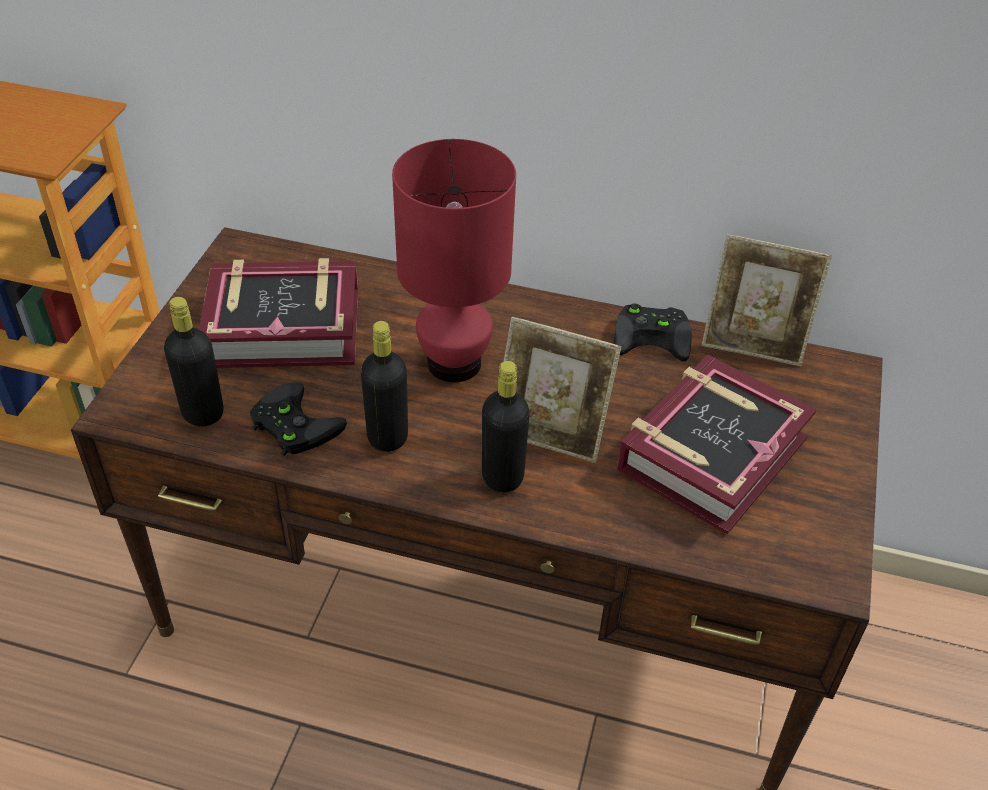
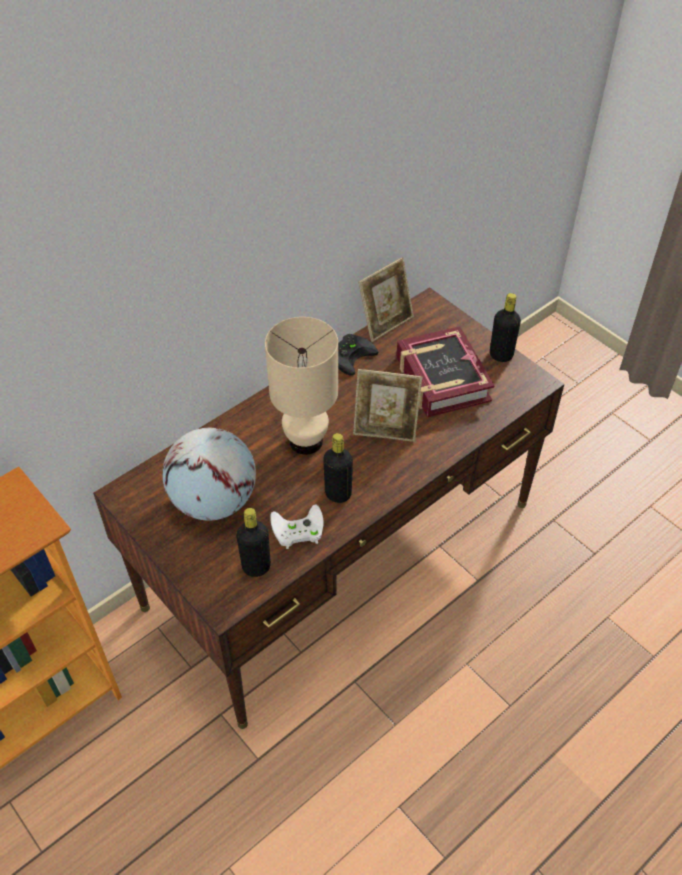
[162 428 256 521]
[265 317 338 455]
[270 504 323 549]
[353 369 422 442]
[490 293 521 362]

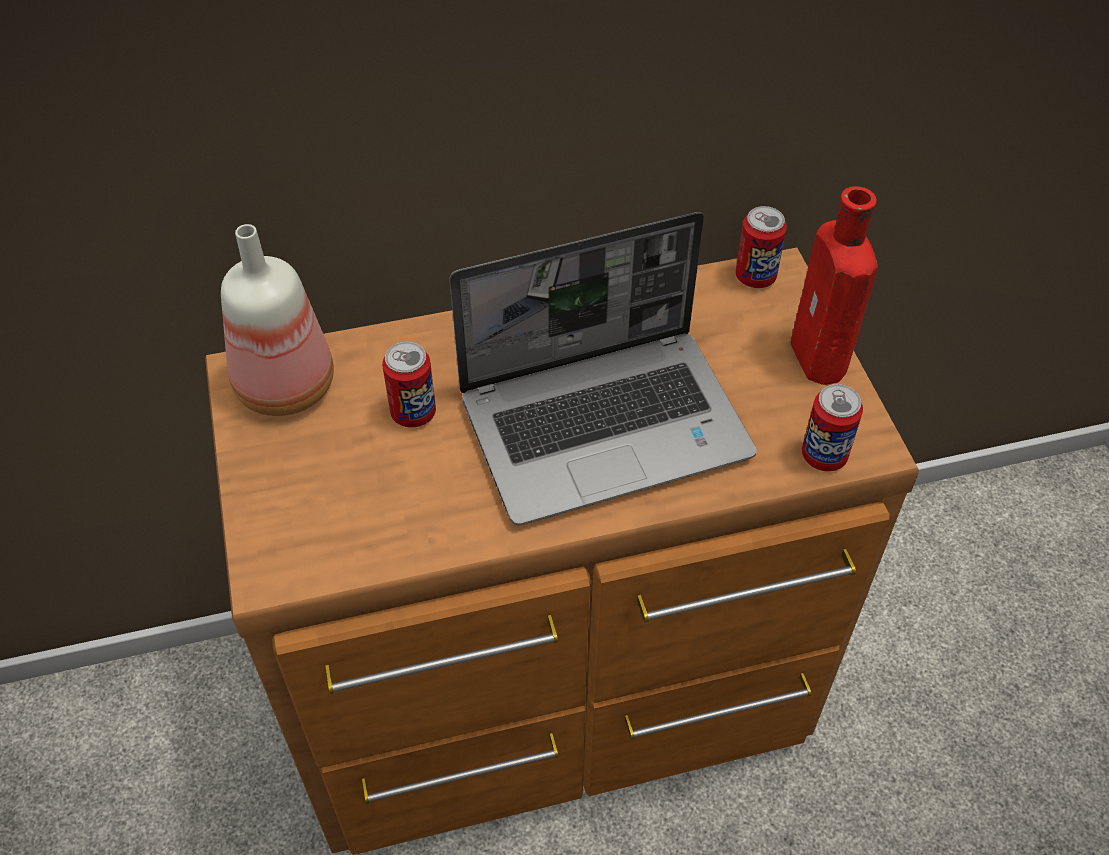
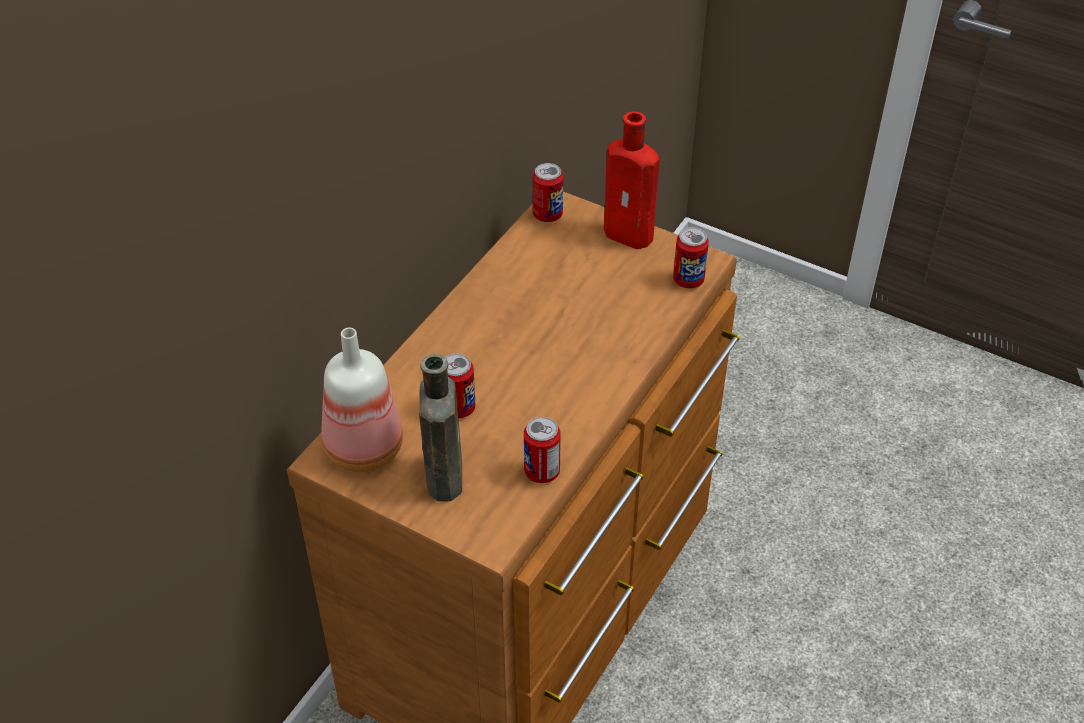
[419 354 462 501]
[524 417 561 483]
[449 212 757 525] (first image)

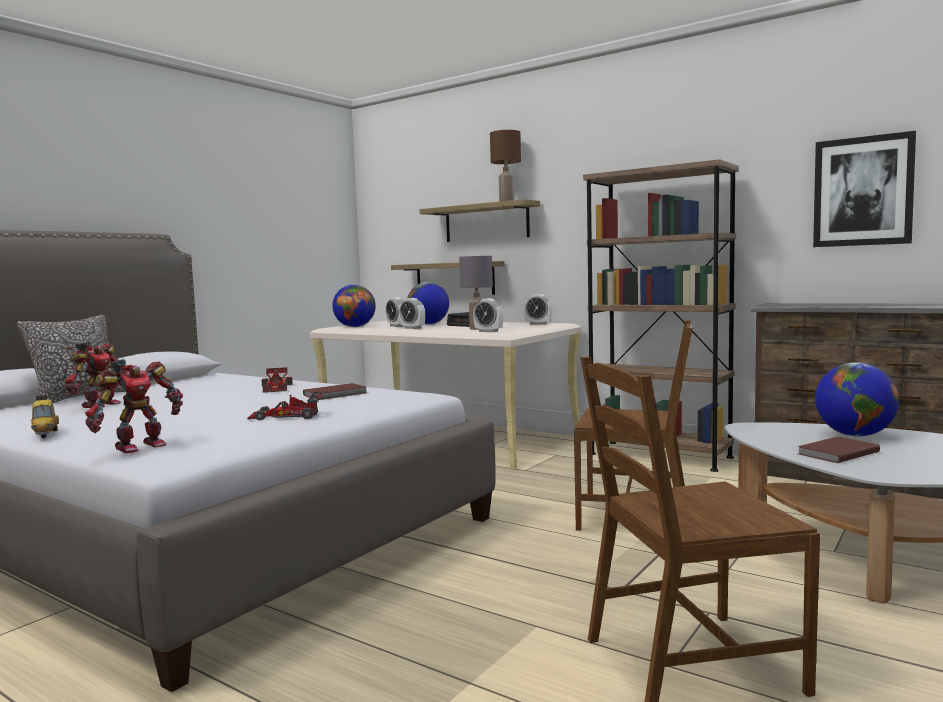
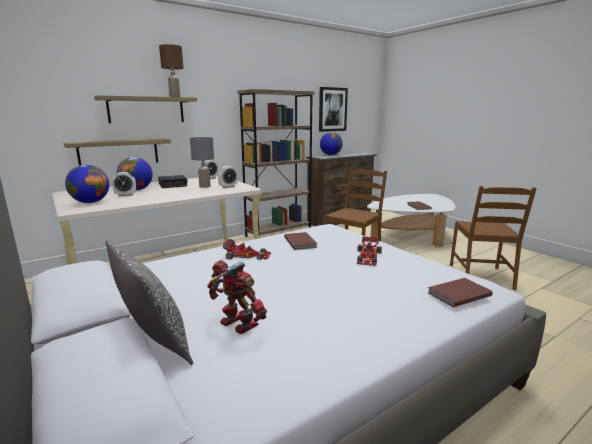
[320 132 343 155]
[427 278 493 307]
[31 395 59 438] (first image)
[399 298 425 329] (first image)

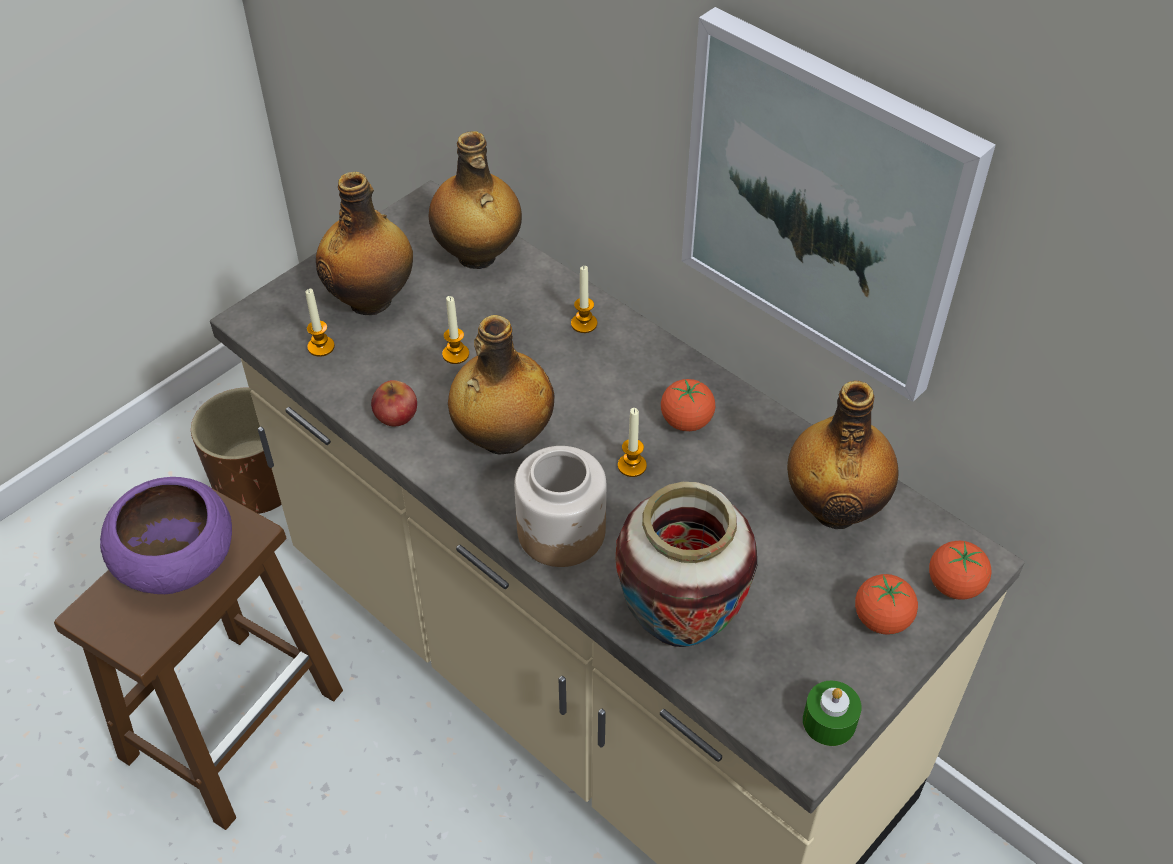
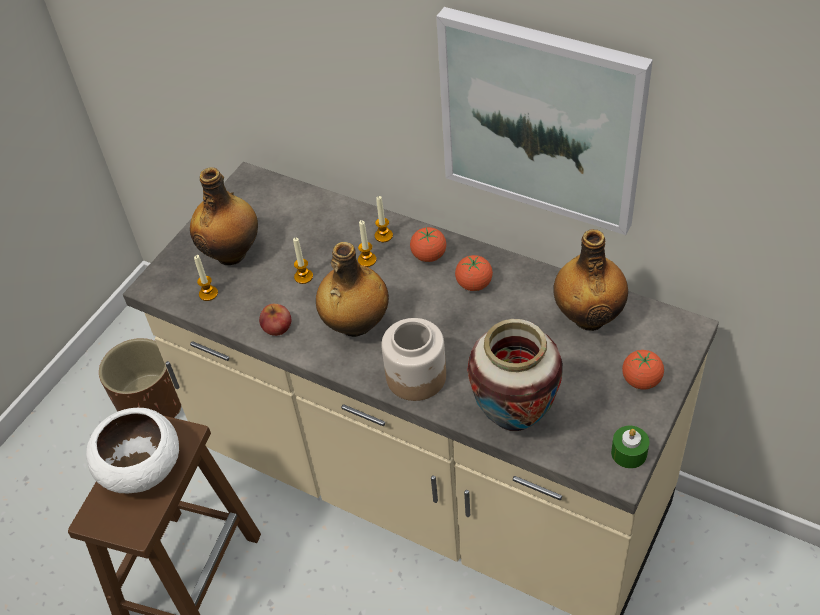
[86 408 179 494]
[358 220 376 267]
[410 227 446 262]
[429 131 522 269] (first image)

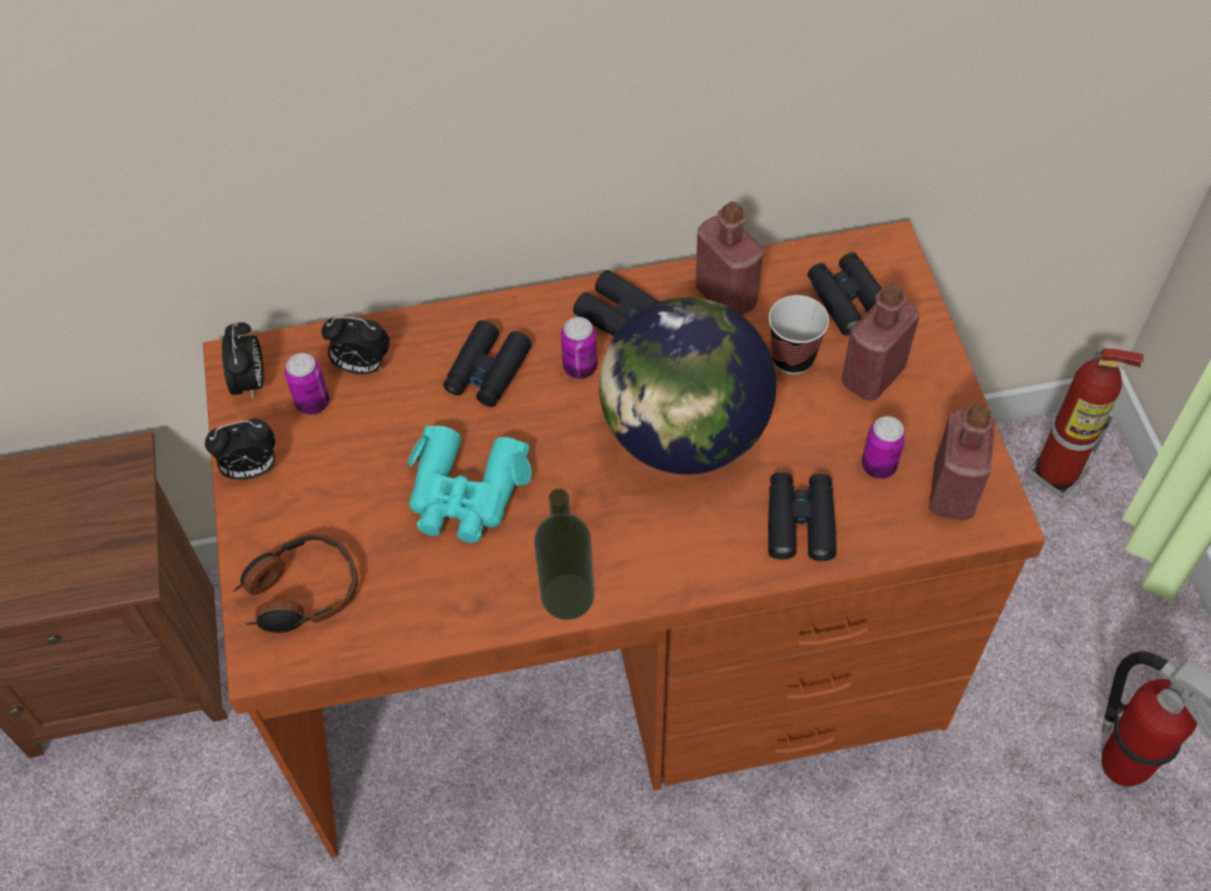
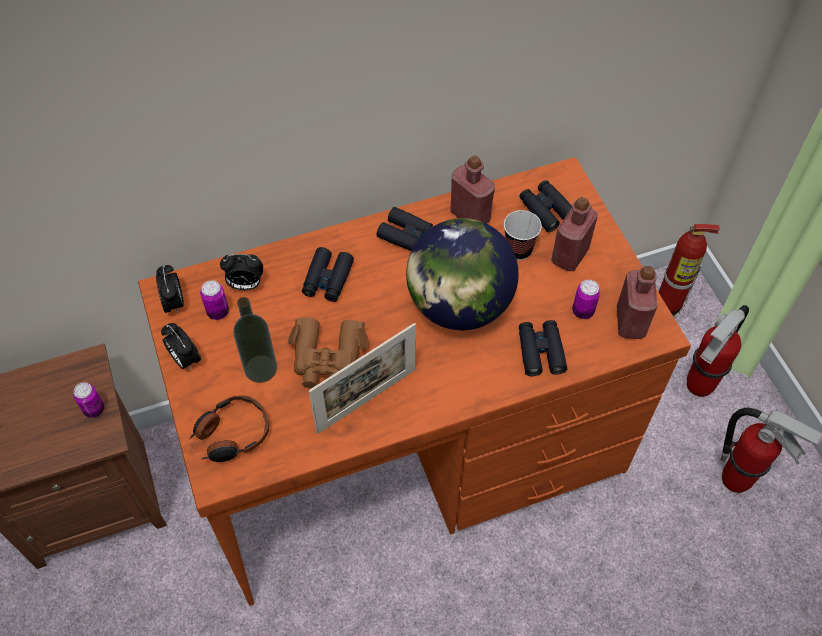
[73 382 104 418]
[161 323 201 370]
[233 297 277 383]
[288 317 369 388]
[309 323 416 434]
[687 305 749 397]

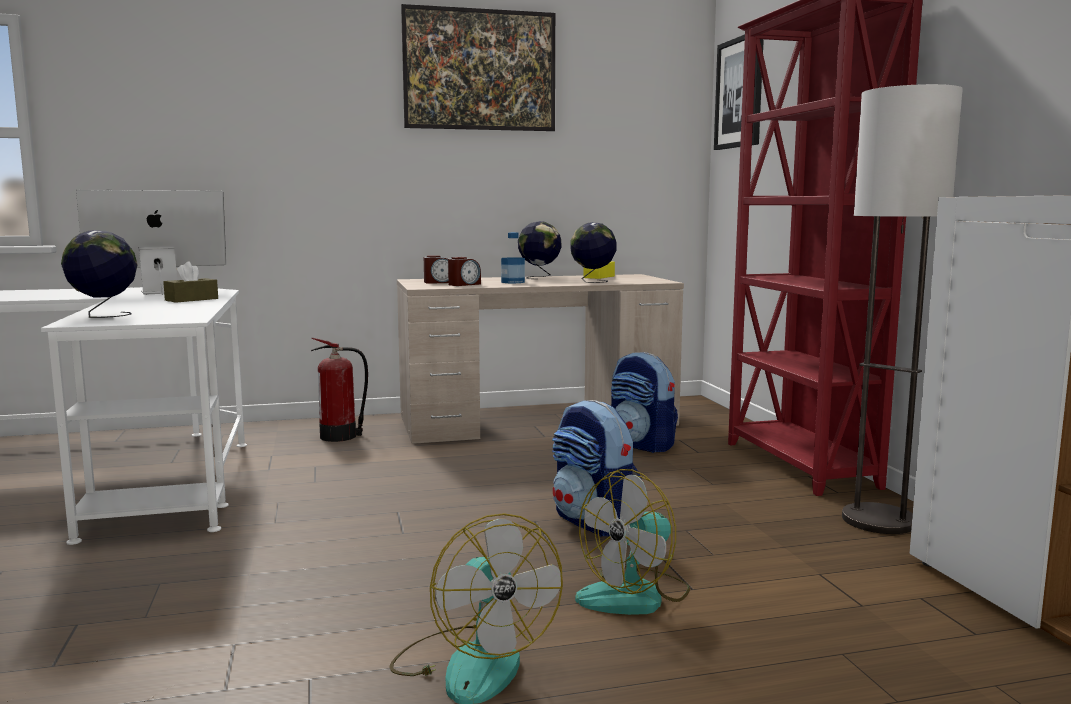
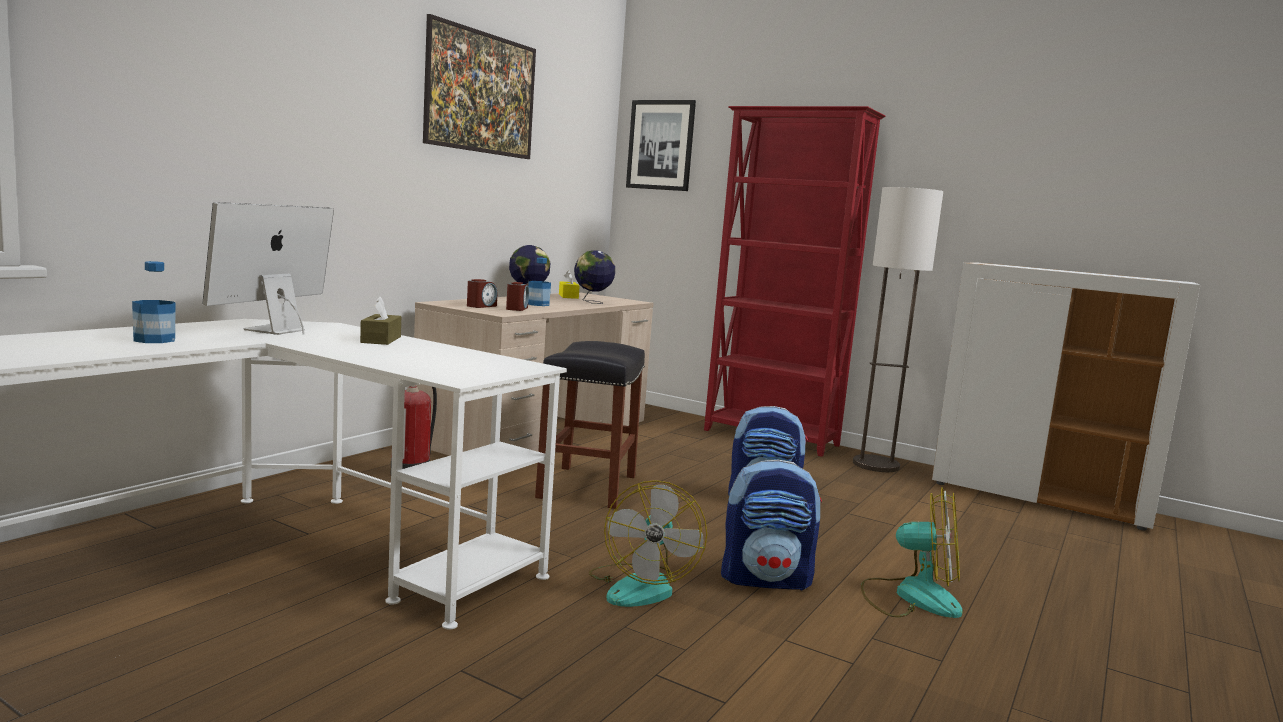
[132 261 176 343]
[535 341 645 509]
[589 480 707 607]
[721 460 822 591]
[61 230 138 318] (first image)

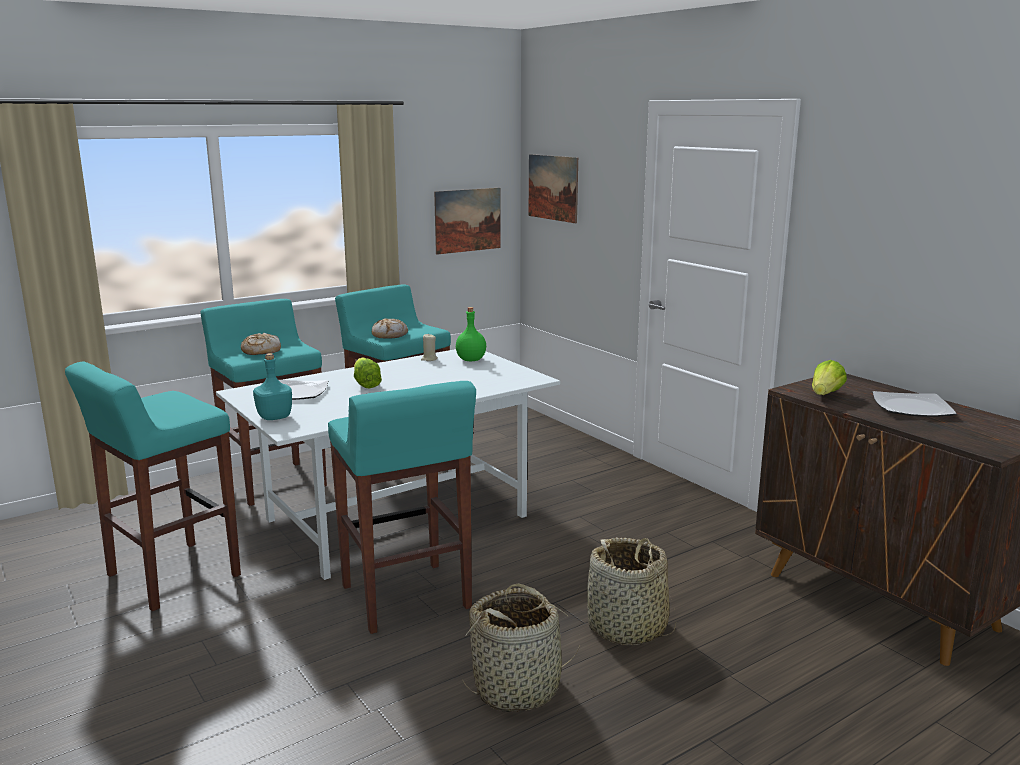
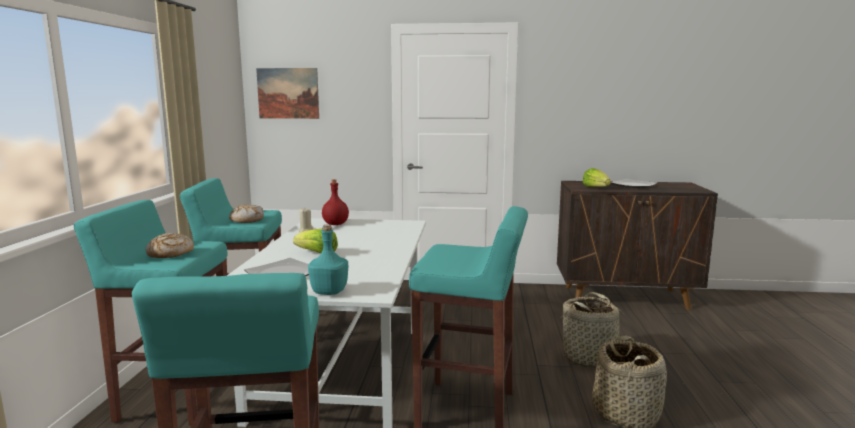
[322 179 349 225]
[434 188 501 255] (first image)

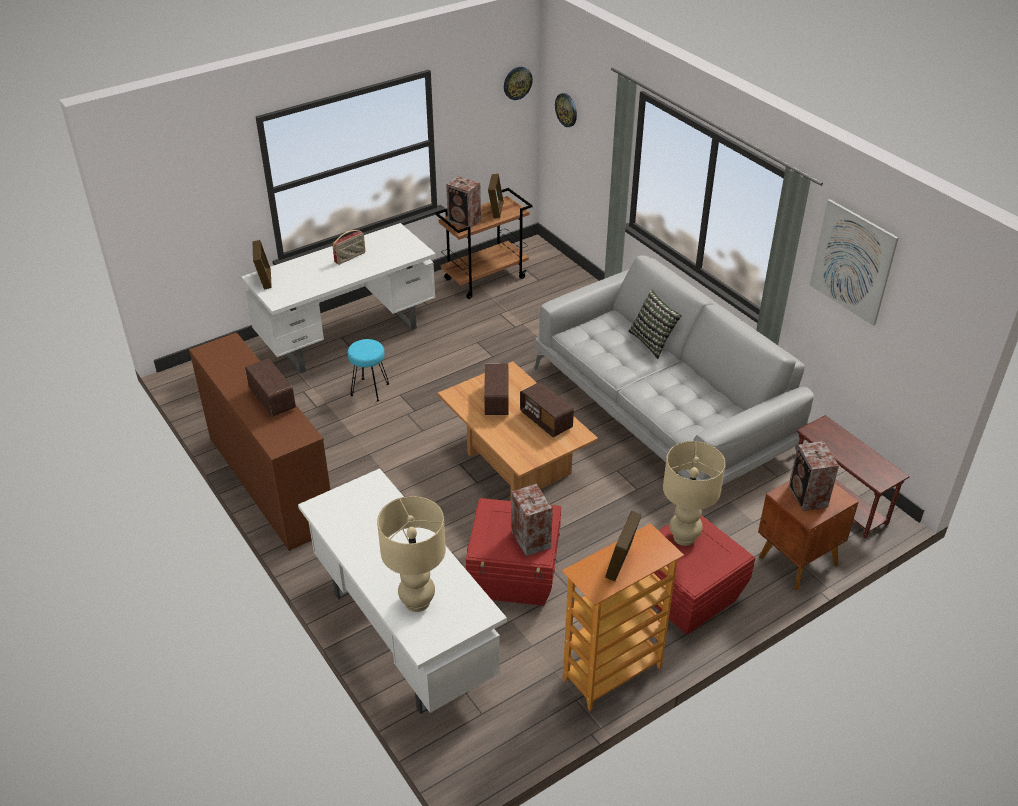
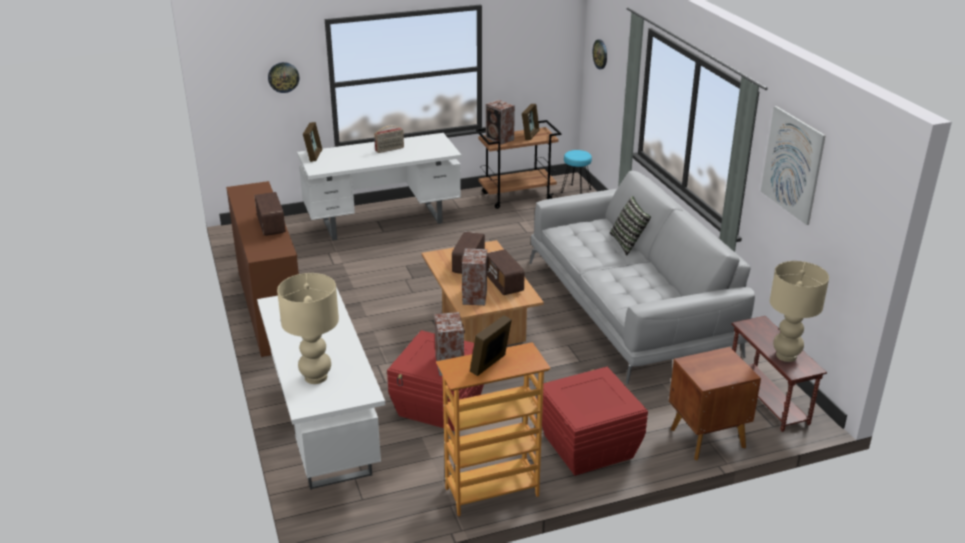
[268 62 299 93]
[461 249 487 305]
[561 150 592 194]
[770 261 829 362]

